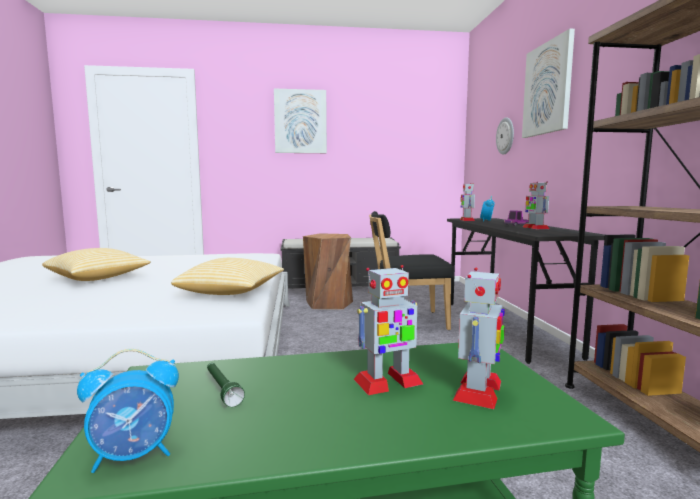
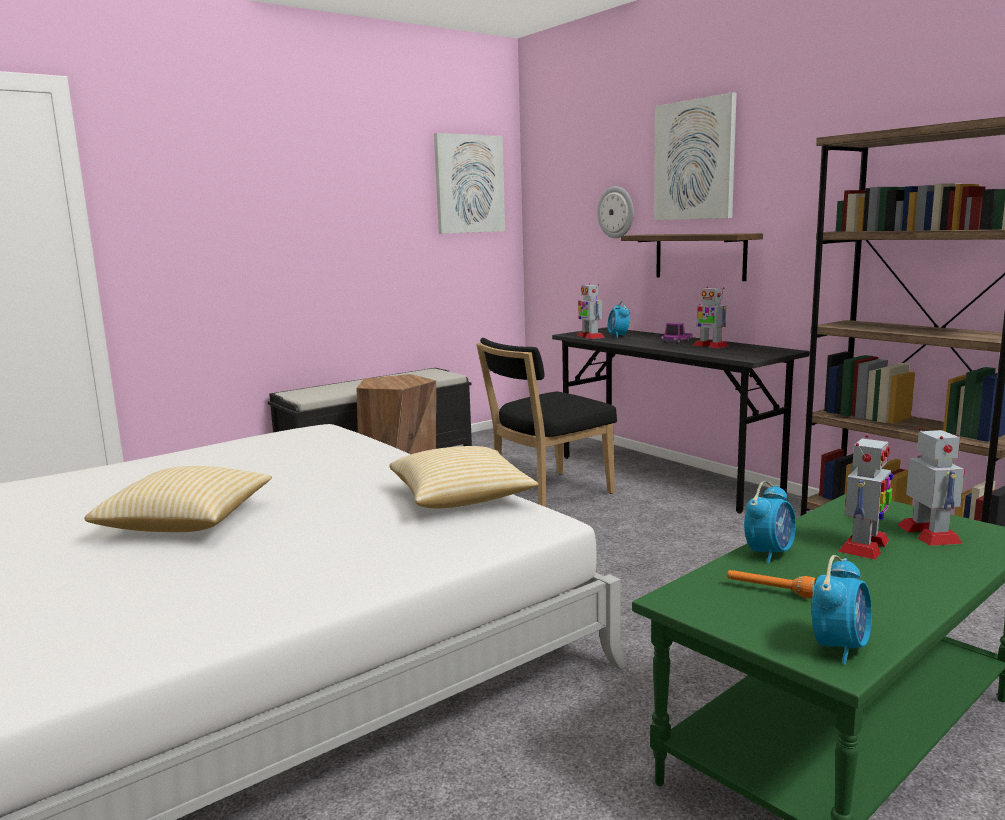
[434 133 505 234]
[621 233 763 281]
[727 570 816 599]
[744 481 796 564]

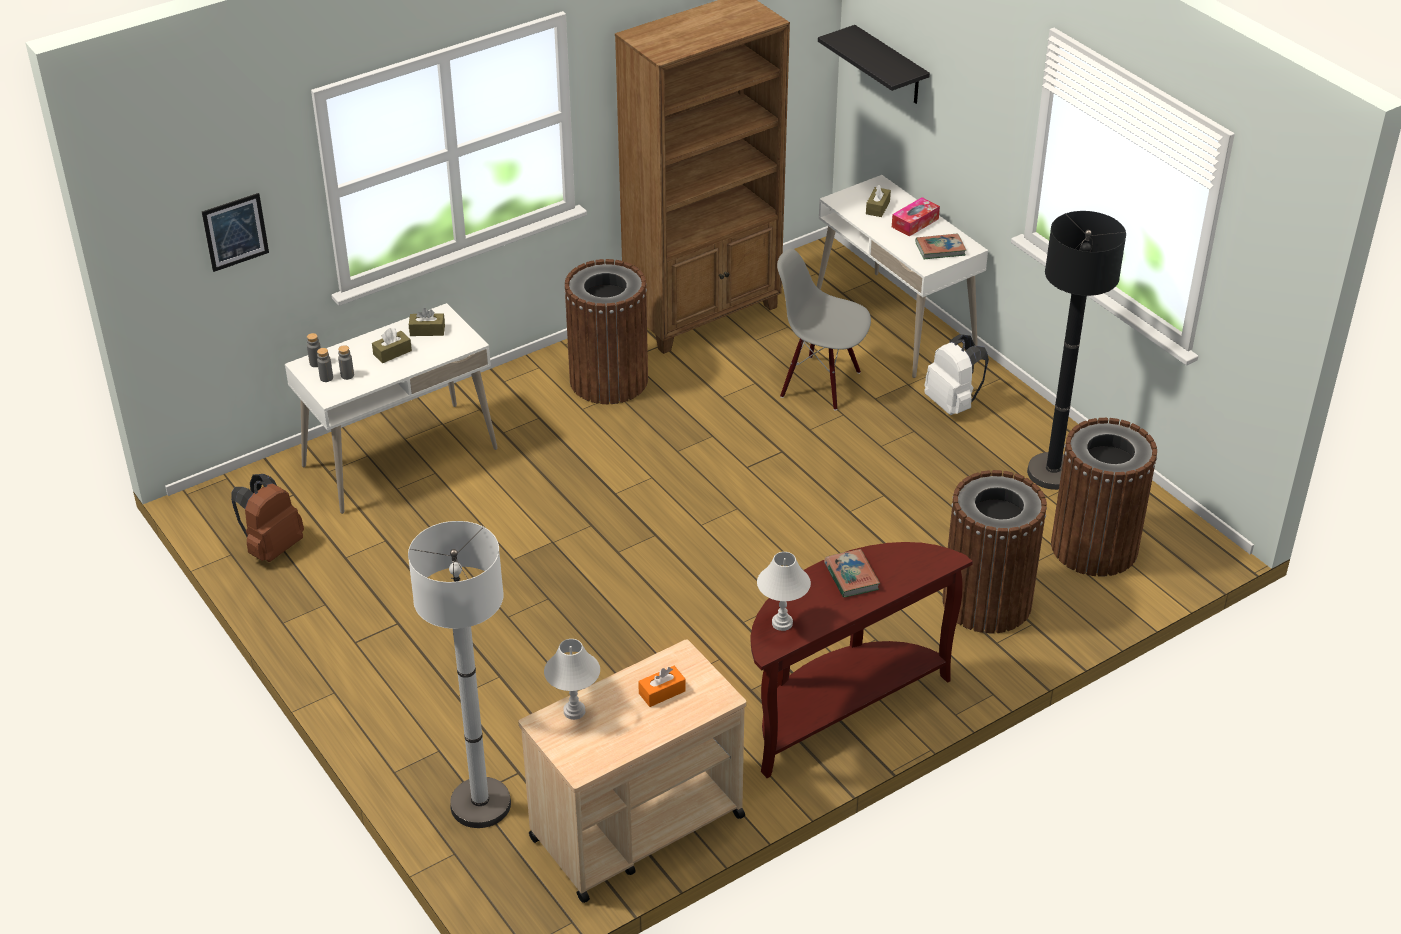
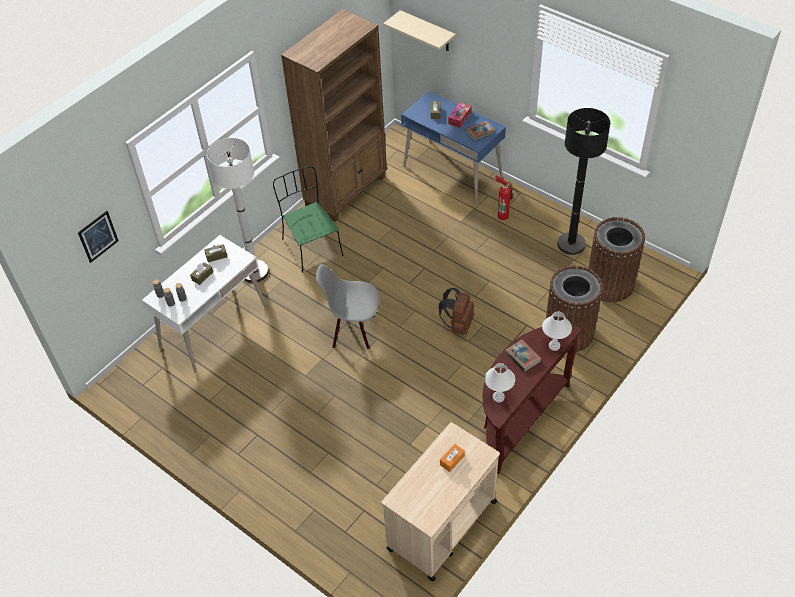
[207 138 269 283]
[273 166 344 273]
[316 264 379 350]
[383 10 456 51]
[401 91 506 204]
[439 288 474 335]
[494 175 513 220]
[542 312 572 351]

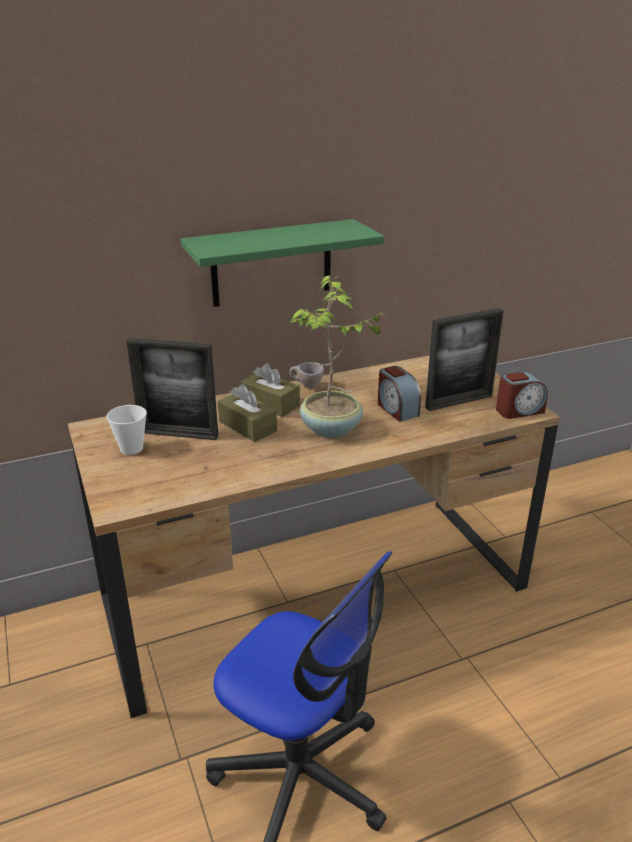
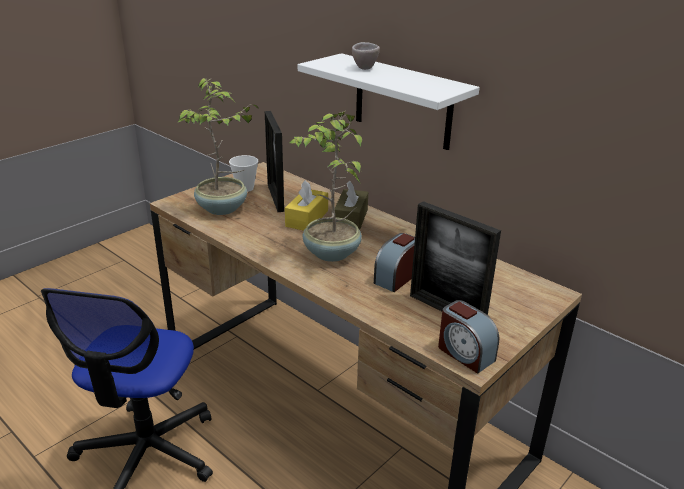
[177 78 259 215]
[285 180 328 231]
[298 53 480 150]
[352 42 380 70]

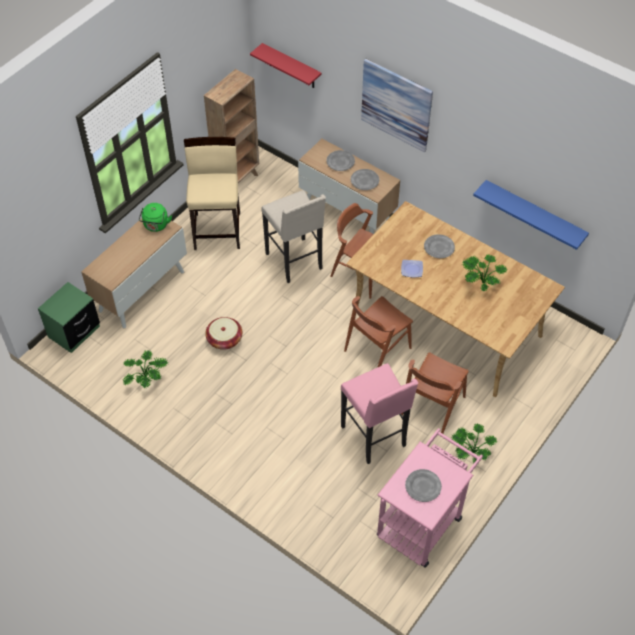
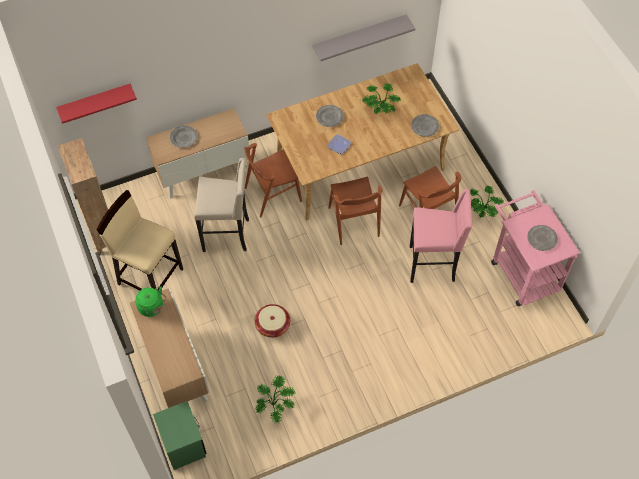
[312 14 416 61]
[411 114 439 137]
[361 59 433 152] (first image)

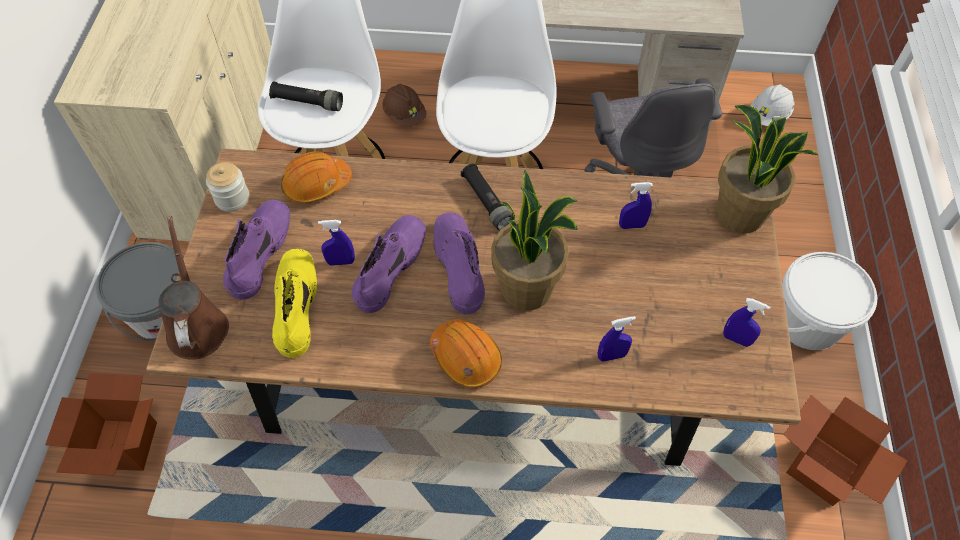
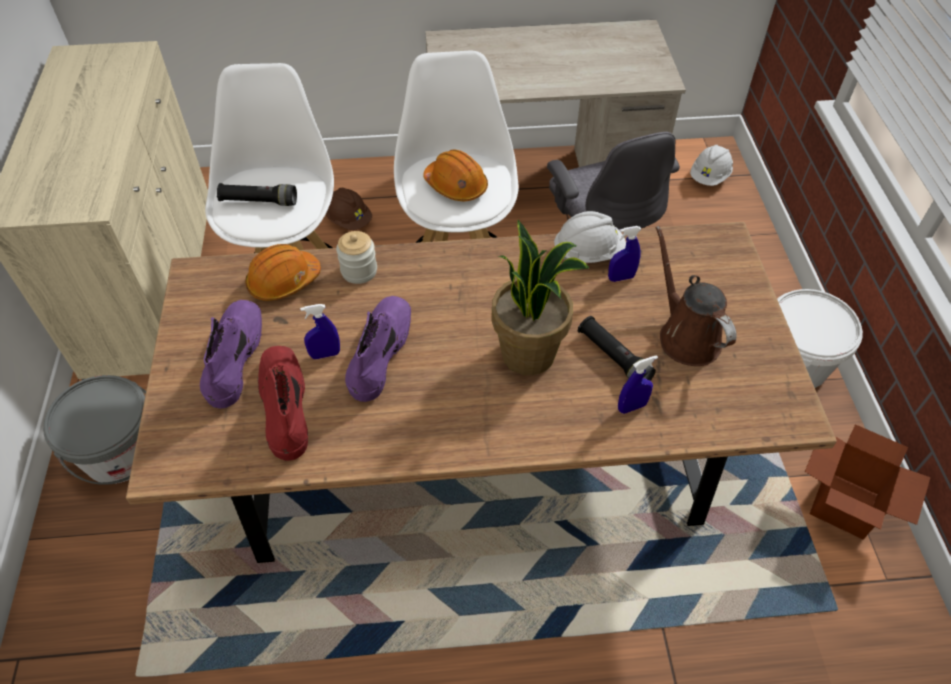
[257 346 308 461]
[336 231 377 284]
[423 150 488 201]
[554 211 626 263]
[578 316 656 380]
[655 226 737 366]
[45 373 157 475] (first image)
[433 212 485 315] (first image)
[716 105 818 234] (first image)
[723 298 770 347] (first image)

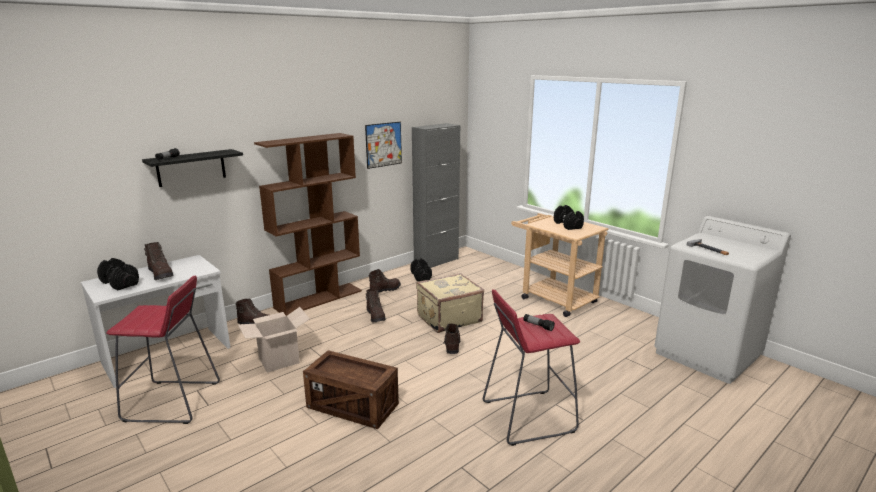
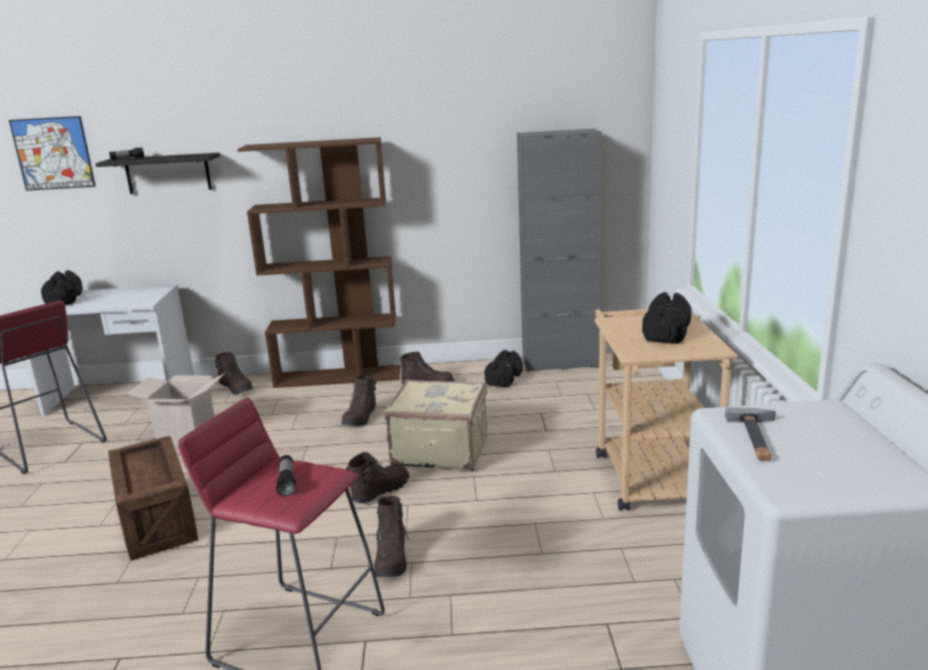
[9 116 96 191]
[374 496 409 578]

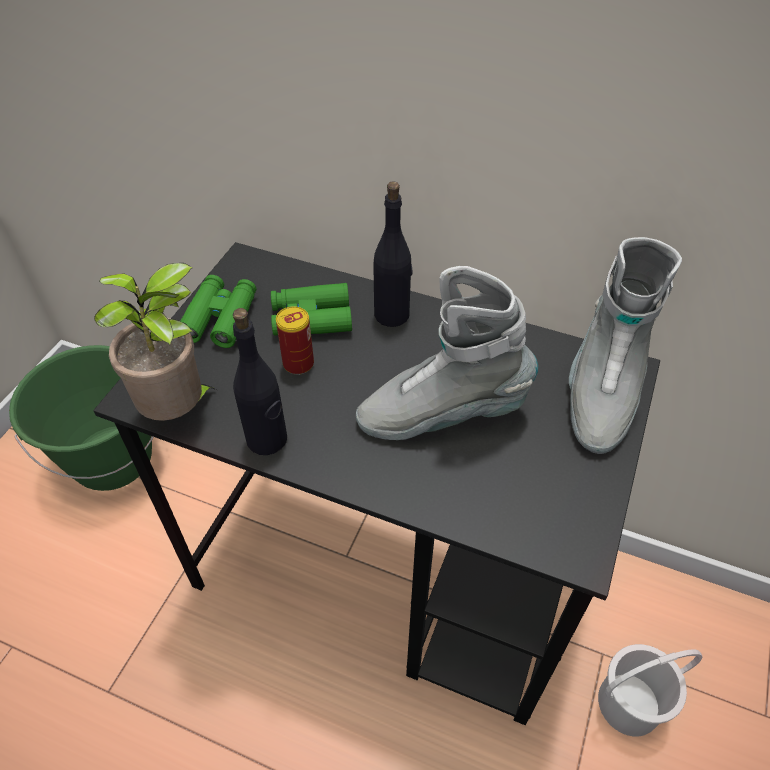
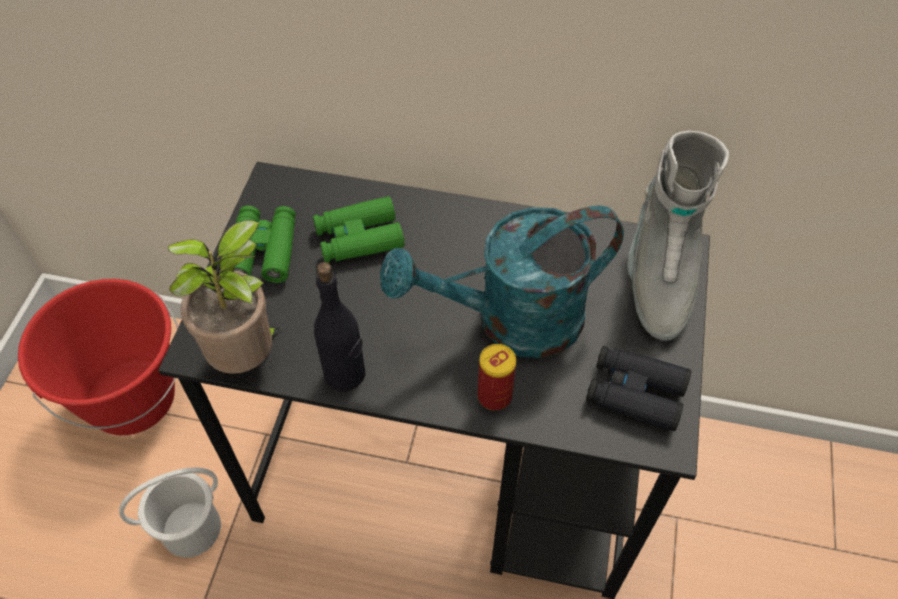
[18 279 178 435]
[119 467 221 557]
[380 205 624 358]
[477 344 516 411]
[586 346 691 431]
[373 181 412 327] (first image)

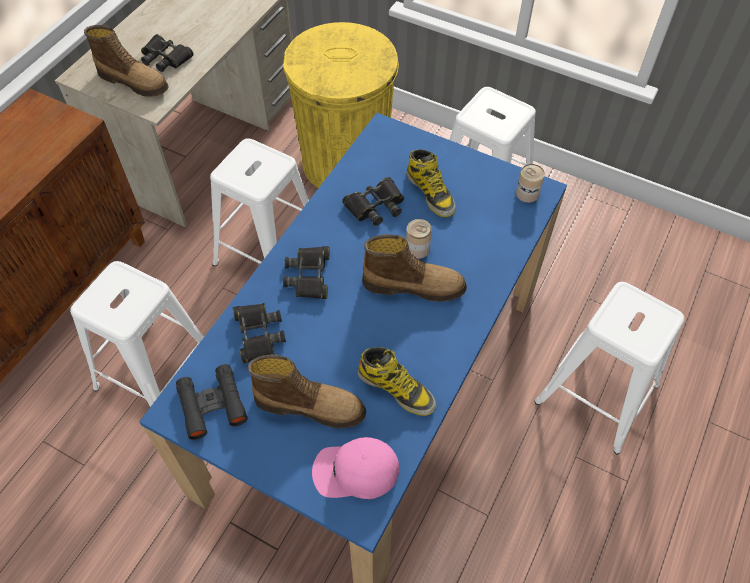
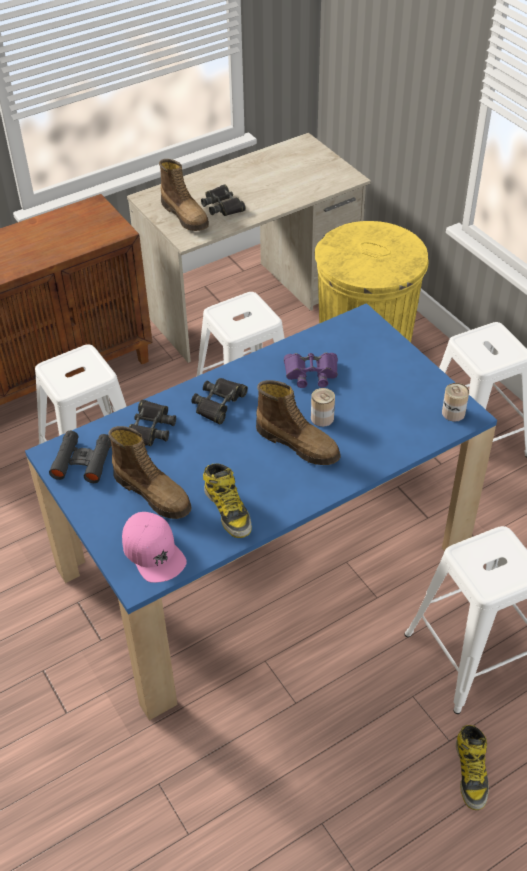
[122 512 187 583]
[284 353 338 388]
[456 725 489 810]

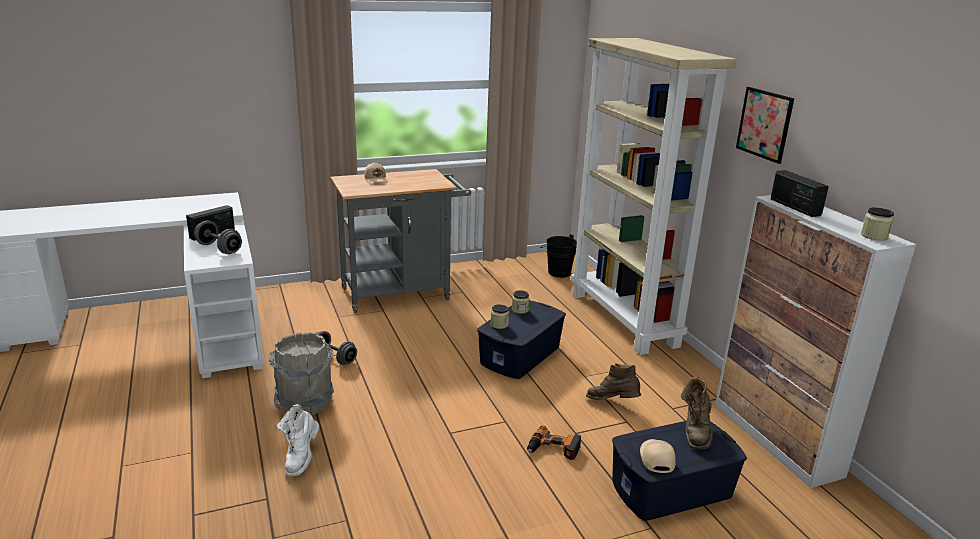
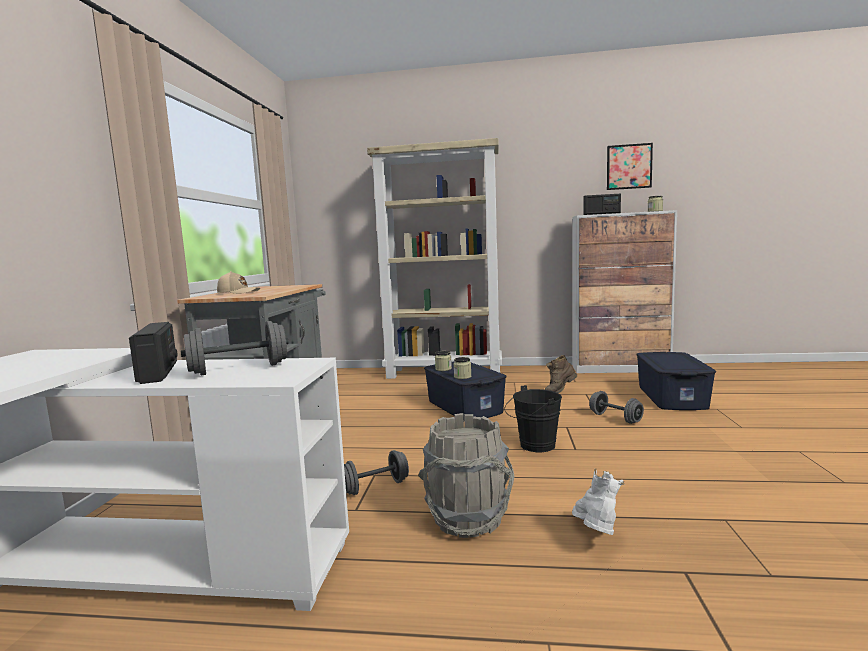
[505 385 562 452]
[572 468 625 535]
[589 391 644 424]
[607 143 653 190]
[640 439 676 473] (first image)
[681 376 713 449] (first image)

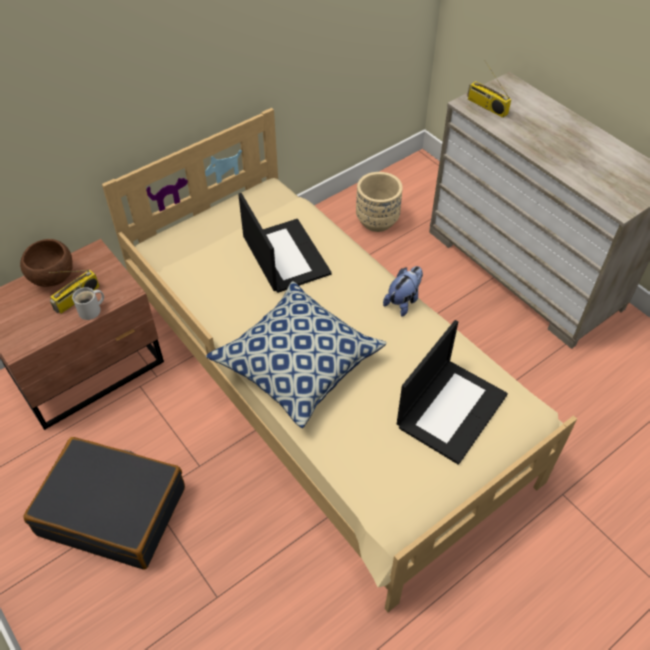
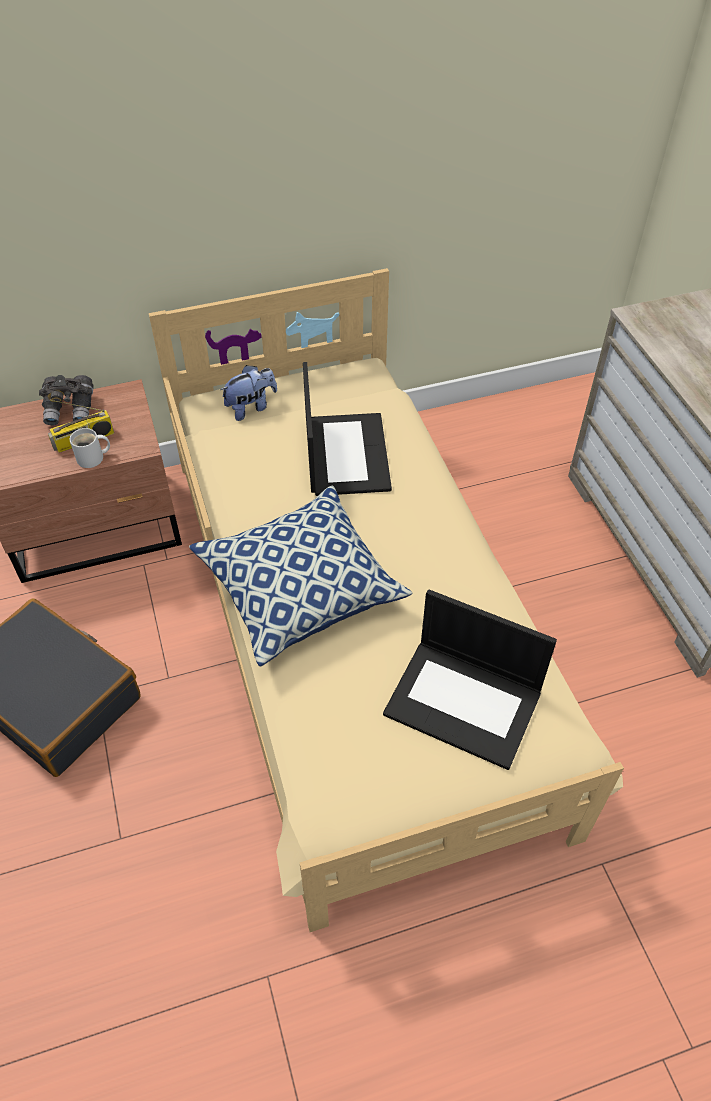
[39 375 93 425]
[220 365 277 421]
[383 589 557 770]
[356 172 403 232] (first image)
[467 61 511 118] (first image)

